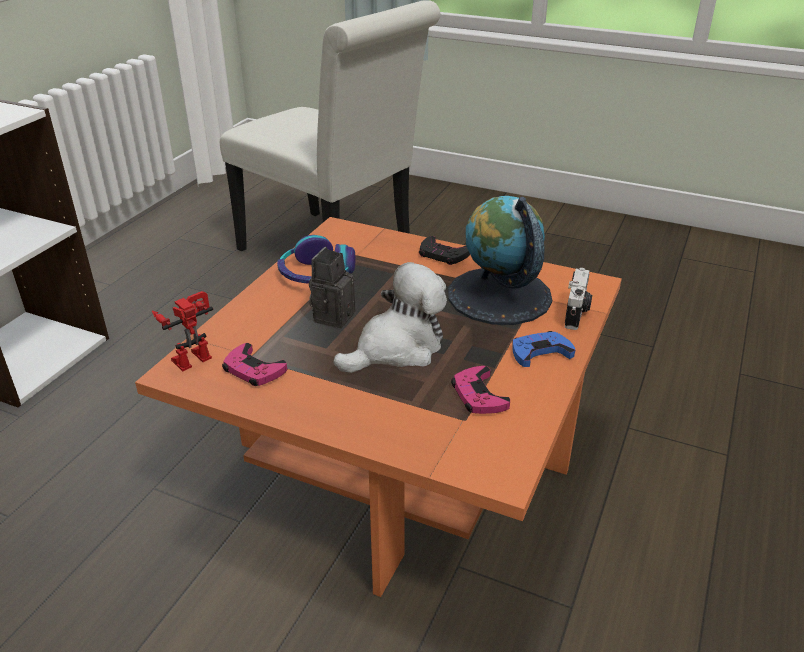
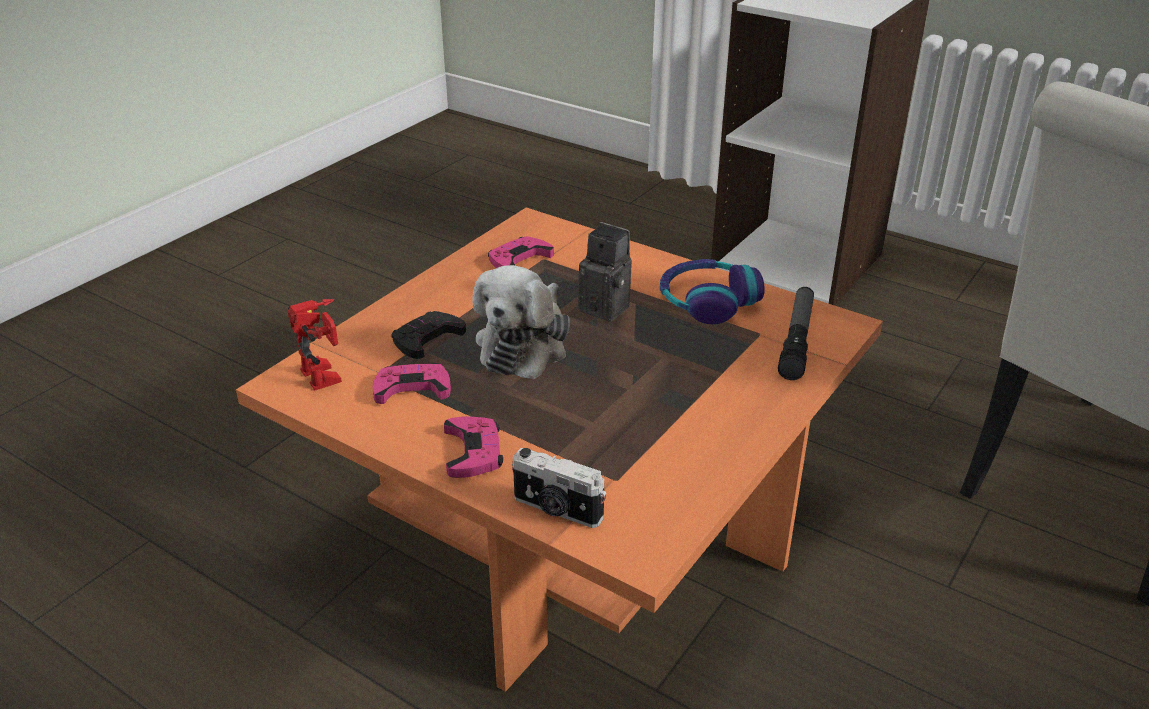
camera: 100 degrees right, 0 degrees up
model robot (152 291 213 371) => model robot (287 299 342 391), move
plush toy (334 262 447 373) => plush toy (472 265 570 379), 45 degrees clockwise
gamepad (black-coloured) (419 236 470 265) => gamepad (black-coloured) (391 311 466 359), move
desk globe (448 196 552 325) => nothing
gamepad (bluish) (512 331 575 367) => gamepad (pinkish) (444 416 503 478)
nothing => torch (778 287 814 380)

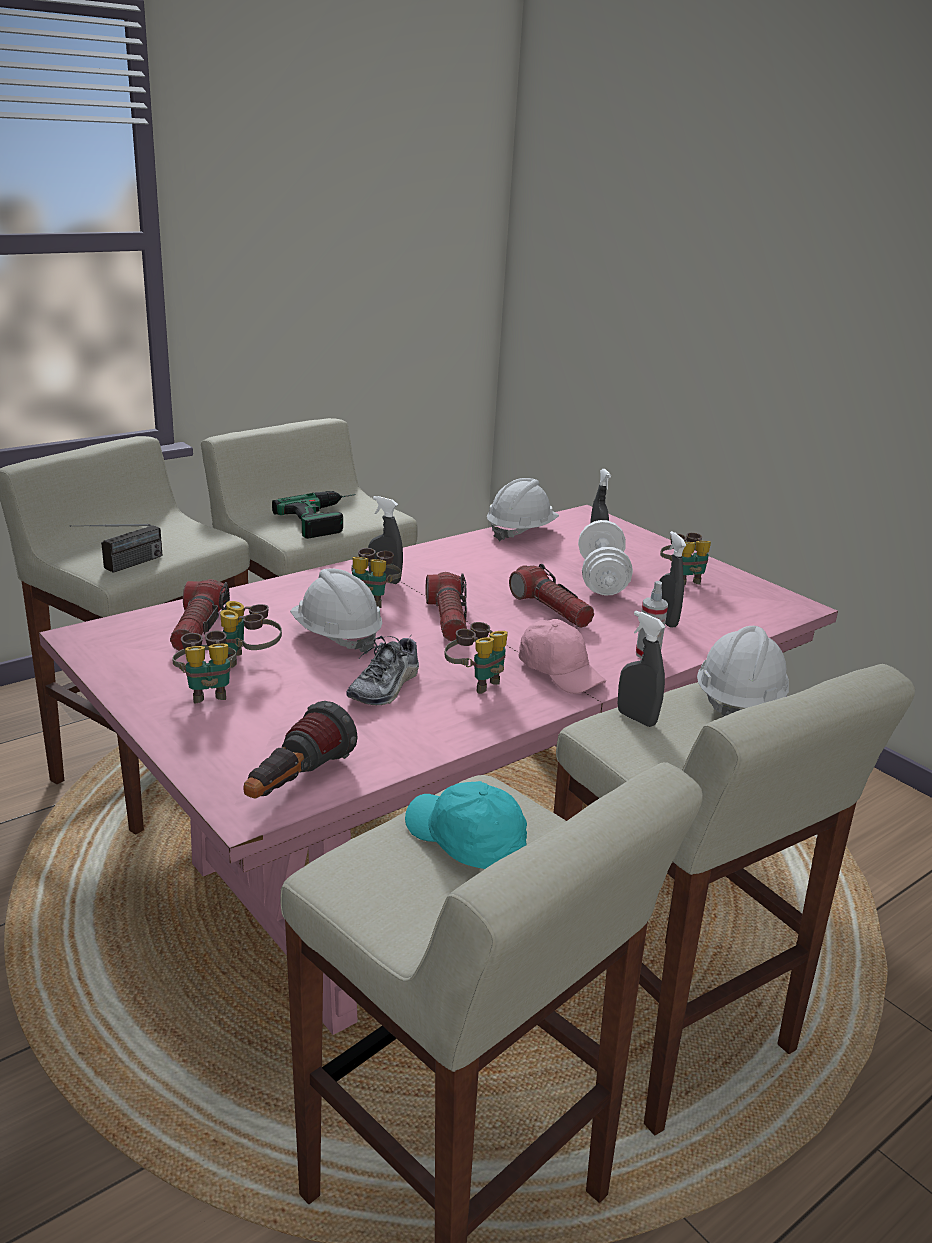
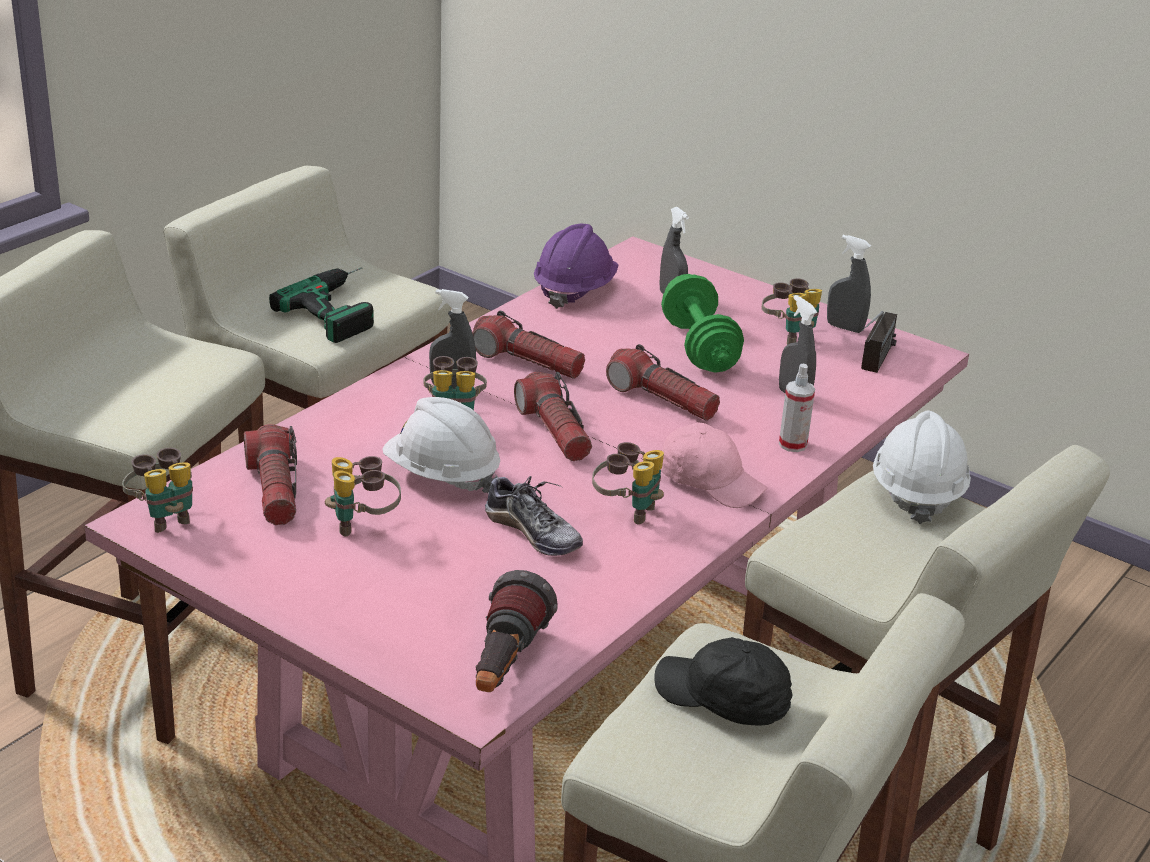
camera: 15 degrees left, 5 degrees up
radio (70 524 163 573) => radio (861 311 897 373), move
binoculars (172 631 237 704) => binoculars (122 448 193 533), move
low shoe (346 636 419 705) => low shoe (485 473 583 556), 60 degrees counterclockwise
baseball cap (blue-green) (405 781 527 869) => baseball cap (black-coloured) (655 637 793 725)
hard hat (white) (487 478 559 541) => hard hat (purplish) (534 224 618 309)
free weight (white) (578 520 633 595) => free weight (green) (661 274 744 373)
spray bottle (greyish) (618 610 666 727) => spray bottle (greyish) (827 235 871 333), move
nothing => torch (472 311 585 379)

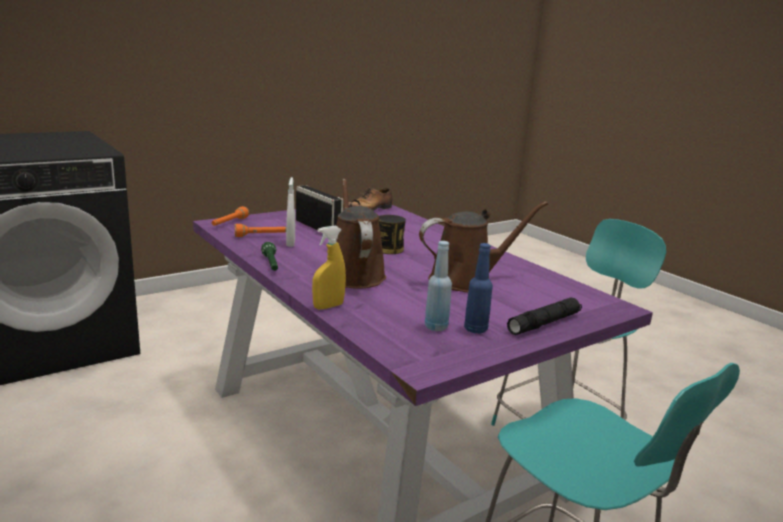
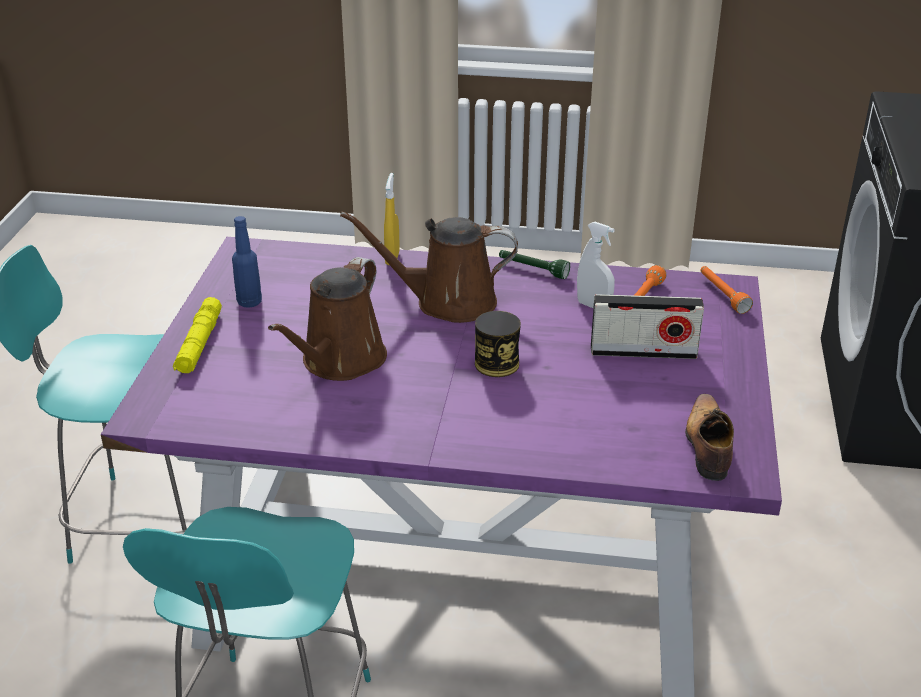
camera: 135 degrees right, 15 degrees up
sprinkling can (brownish) (336 179 386 289) => sprinkling can (brownish) (340 211 518 323), 150 degrees clockwise
drink bottle (bluish) (425 241 452 331) => nothing
torch (black-coloured) (507 297 582 335) => torch (yellow) (173 297 222 373)

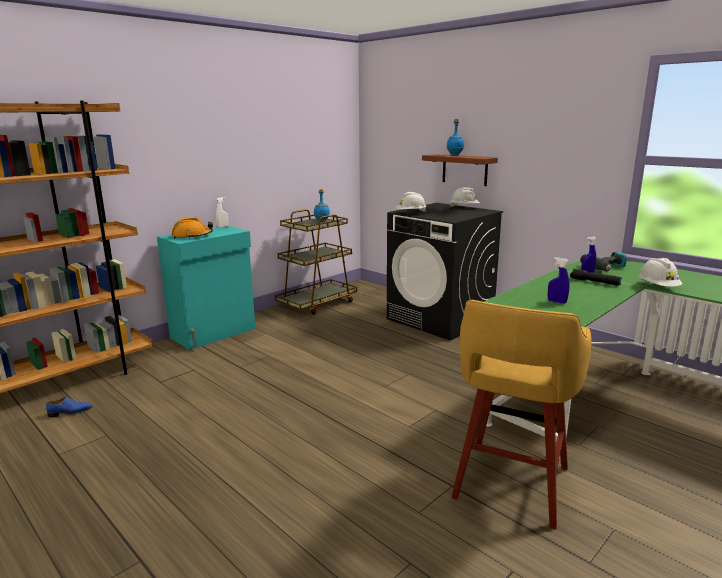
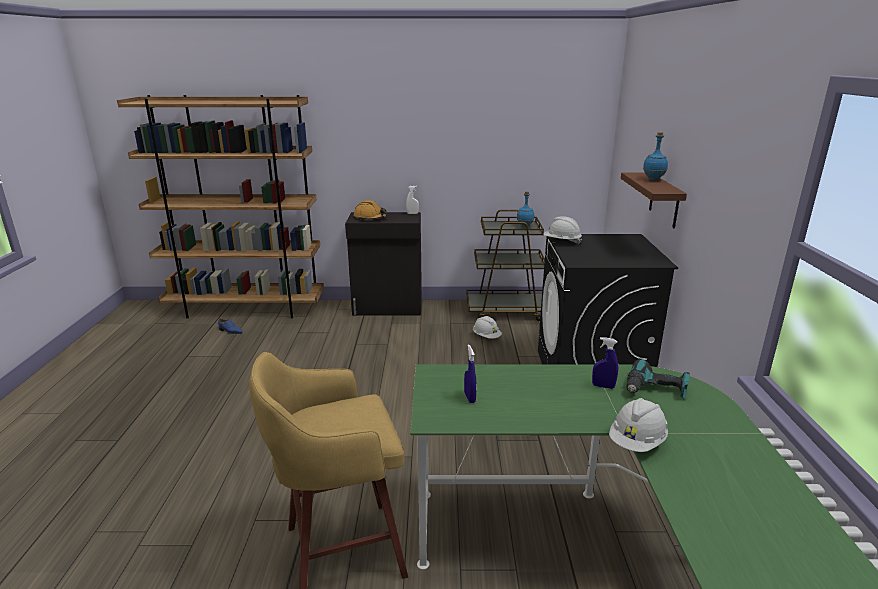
camera: 45 degrees right, 5 degrees up
cupboard (blue-green) (157 226 255 350) => cupboard (black-coloured) (345 212 422 316)
hard hat (white) (449 187 480 208) => hard hat (white) (473 316 502 339), move
torch (black-coloured) (570 269 622 286) => nothing

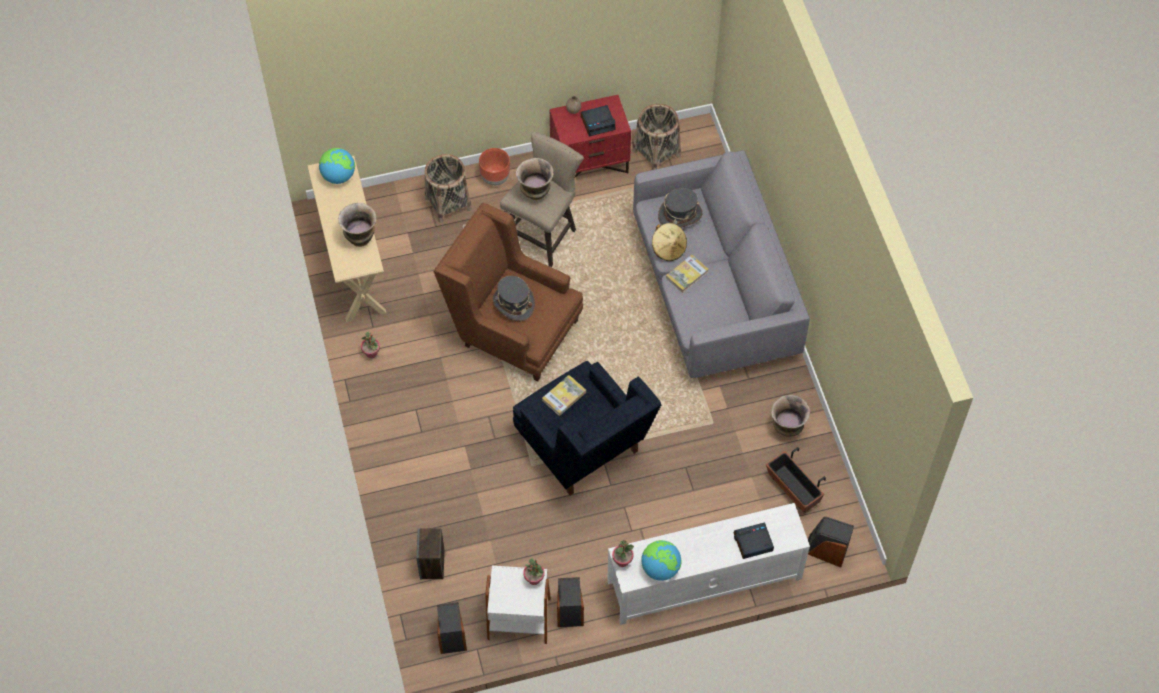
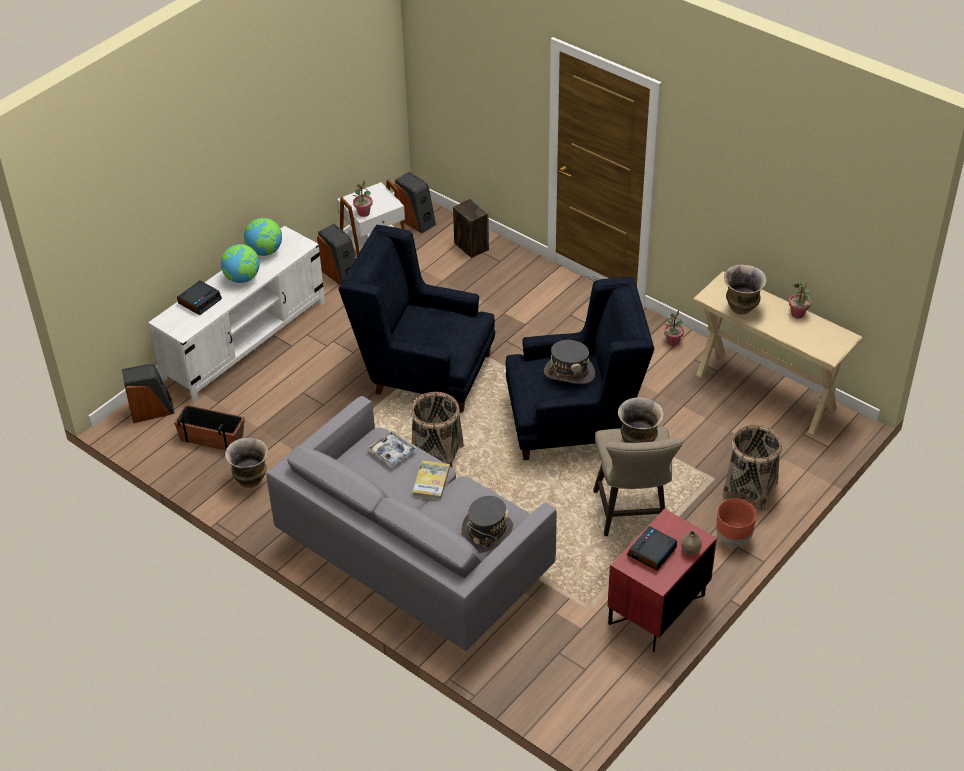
camera: 145 degrees right, 15 degrees down
desk globe (319 148 355 184) => desk globe (221 244 260 283), move
armchair (brownish) (434 203 583 381) => armchair (bluish) (506 277 654 460)
book (542 375 586 416) => nothing
plant in a pot (612 540 634 567) => plant in a pot (789 282 811 319), move
basket (632 104 681 170) => basket (411 392 464 467), move
hat (sand-coloured) (652 223 687 261) => nothing
nothing => carrying tray (367 431 418 467)

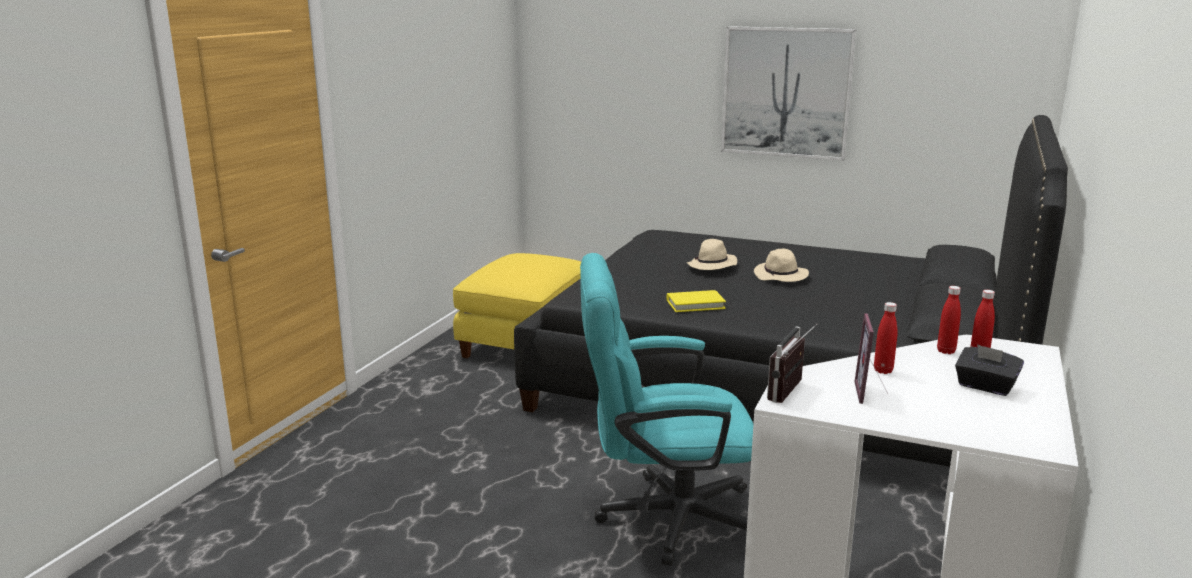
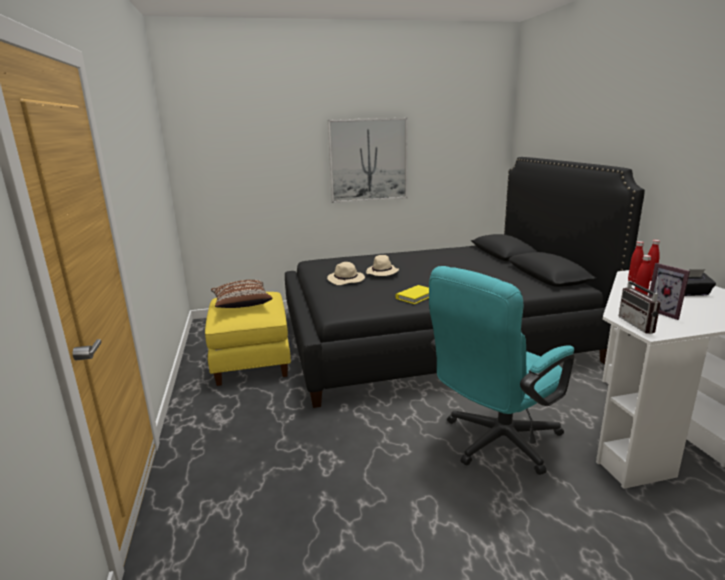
camera: 35 degrees left, 0 degrees up
hat (sand-coloured) (754 249 809 282) => hat (sand-coloured) (327 262 365 285), move
nothing => throw pillow (brownish) (211 280 273 308)

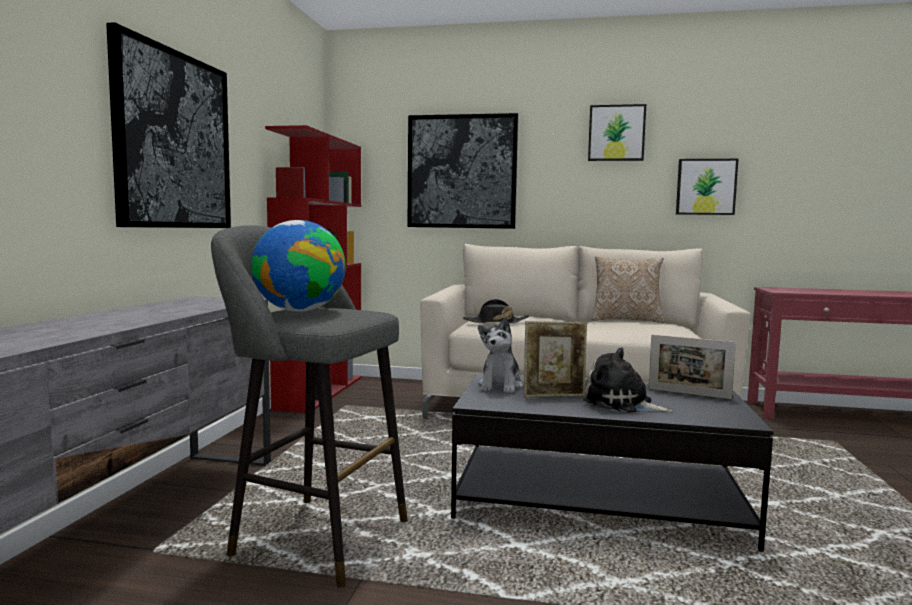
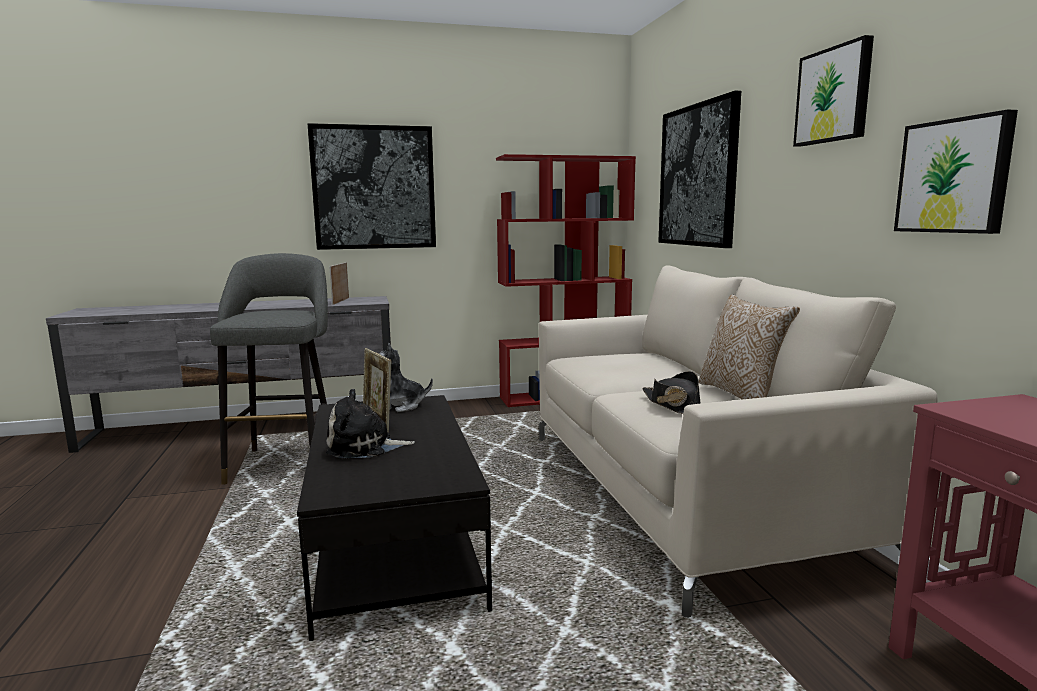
camera: 65 degrees right, 5 degrees up
desk globe (251 220 346 312) => nothing
hat (black-coloured) (463 299 529 323) => hat (black-coloured) (643 371 701 414), move
plush toy (583 348 672 413) => plush toy (326 389 415 458), 105 degrees counterclockwise
photo frame (648 335 736 399) => photo frame (329 262 349 305), move

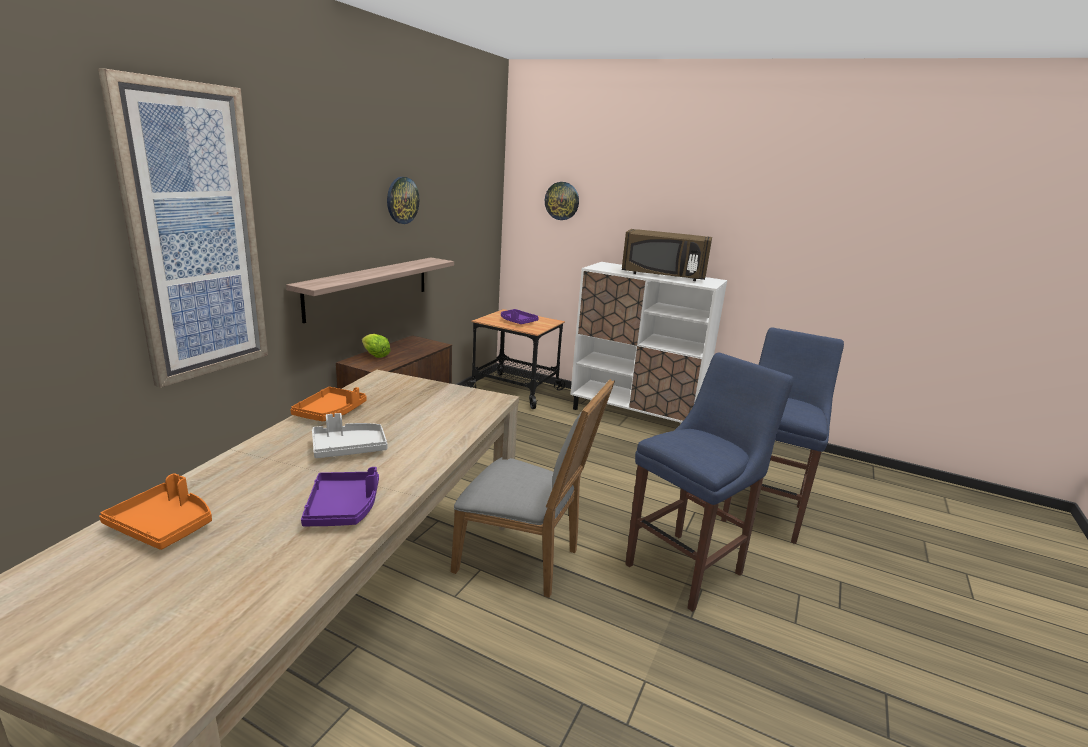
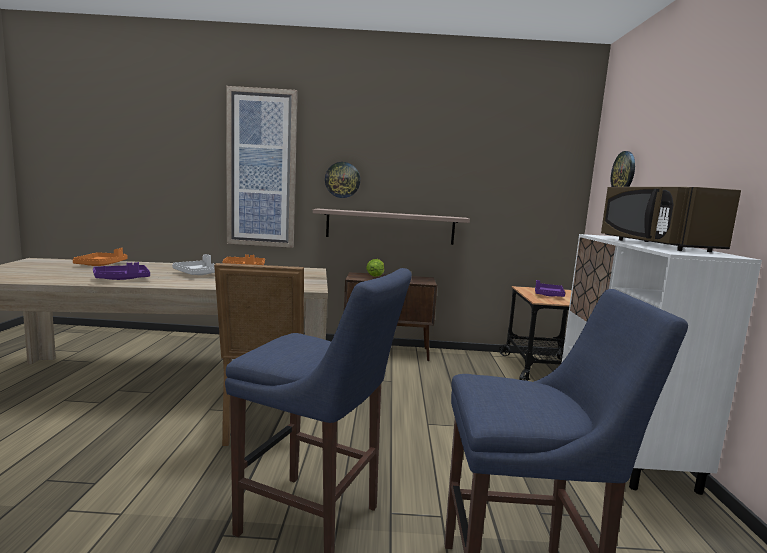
camera: 65 degrees right, 10 degrees down
hanging clock (387 177 419 224) => hanging clock (325 162 360 198), move

